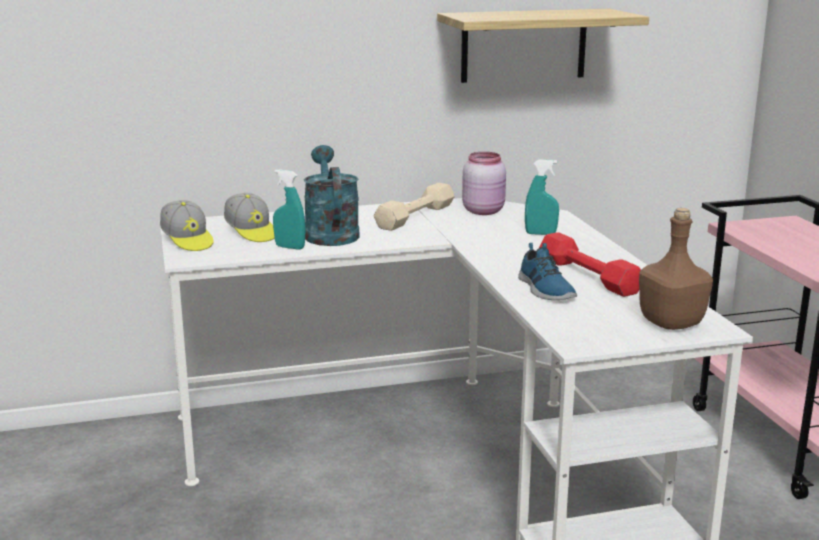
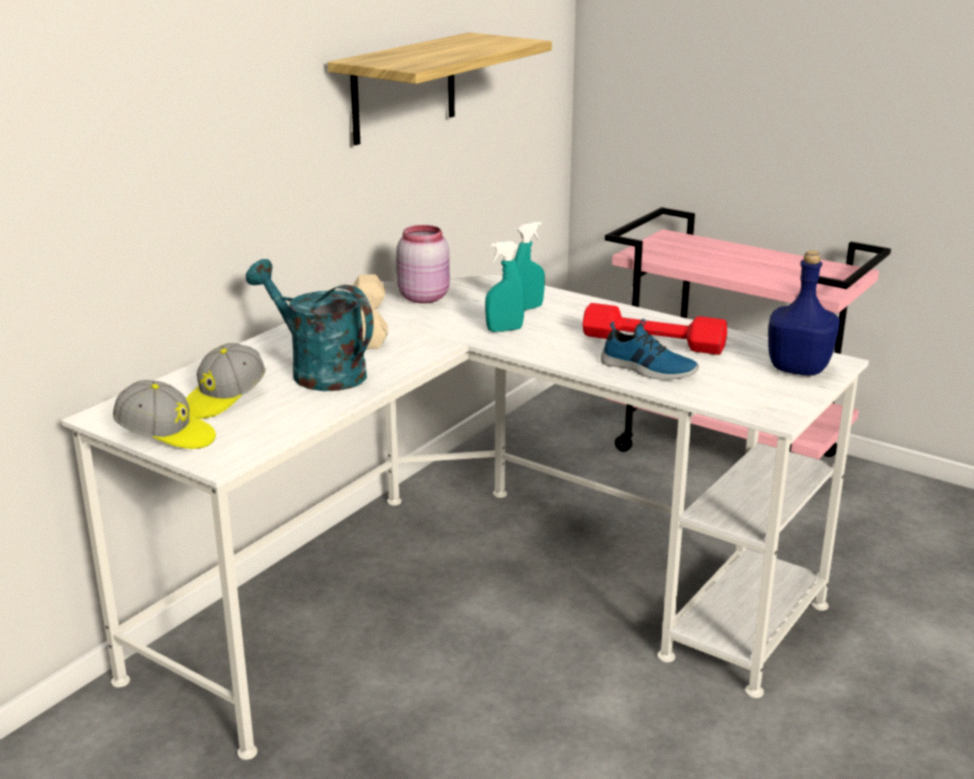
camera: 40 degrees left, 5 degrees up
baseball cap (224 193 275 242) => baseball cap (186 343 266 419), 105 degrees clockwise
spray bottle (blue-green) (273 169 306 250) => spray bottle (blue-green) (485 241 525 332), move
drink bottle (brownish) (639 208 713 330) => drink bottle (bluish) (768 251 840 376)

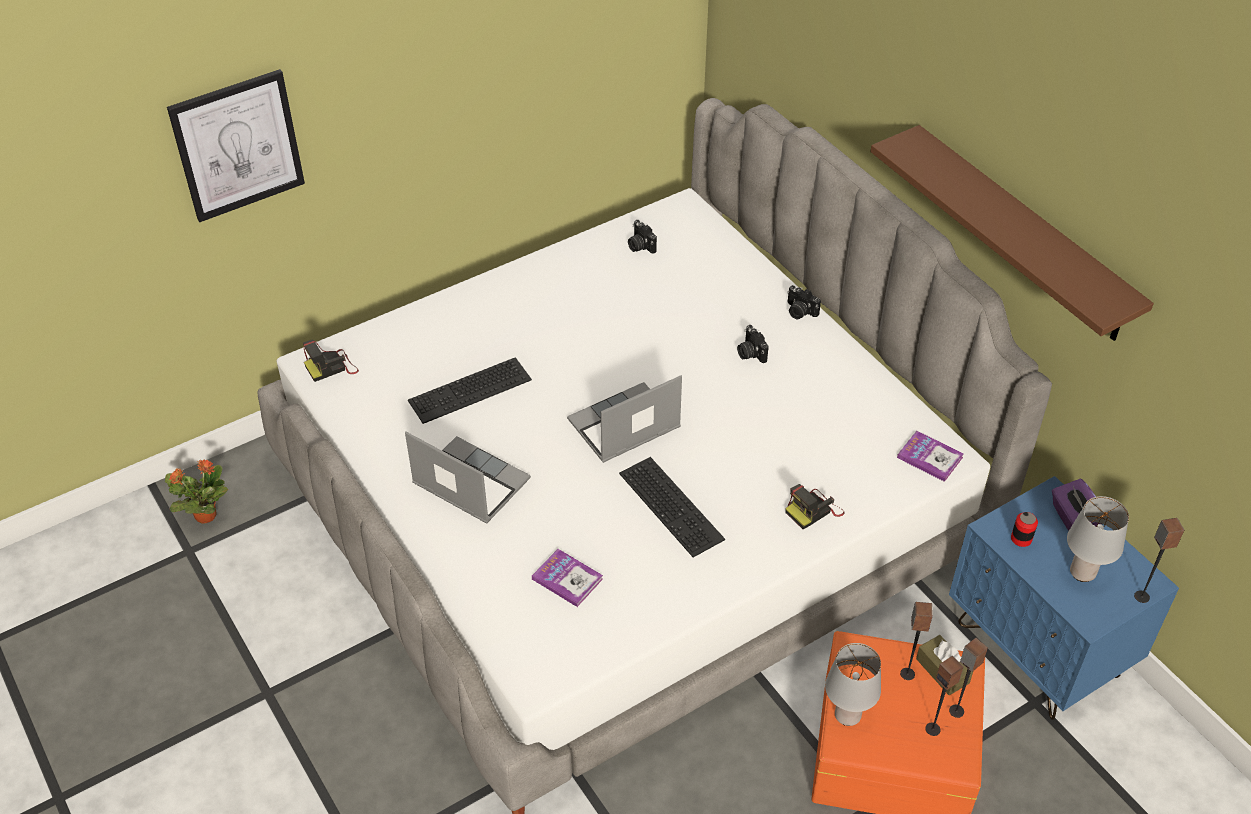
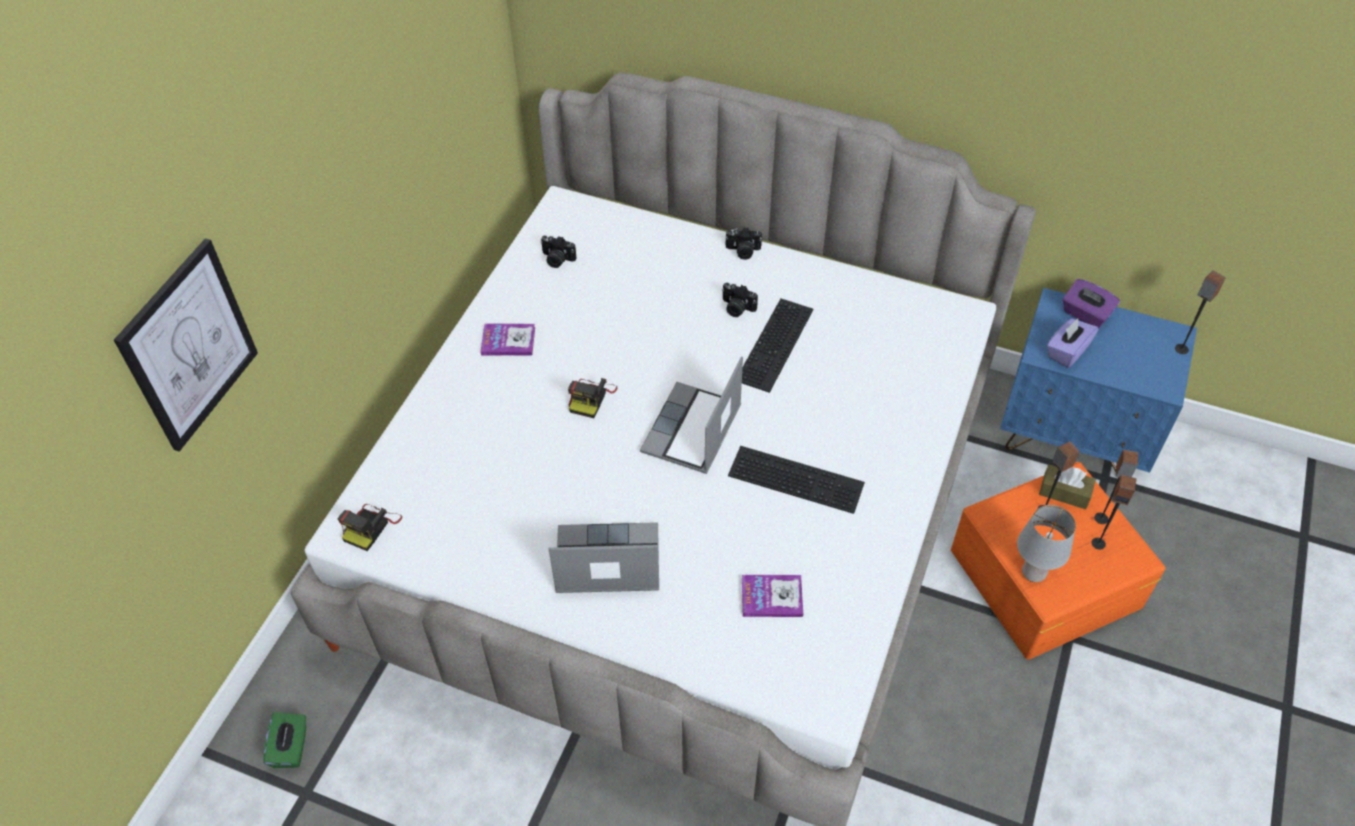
camera: 35 degrees left, 5 degrees up
plant in a pot (165 459 228 524) => box of tissues (green) (263 712 306 768)
computer keyboard (408 357 532 424) => computer keyboard (742 299 813 393), move
photo camera (785 484 844 529) => photo camera (568 378 617 418), move
shelf (brownish) (870 125 1154 341) => nothing
book (897 431 964 482) => book (480 324 535 356), move
sealed can (1011 512 1038 547) => box of tissues (purplish) (1047 318 1098 368)
tabletop lamp (greyish) (1067 496 1129 582) => nothing

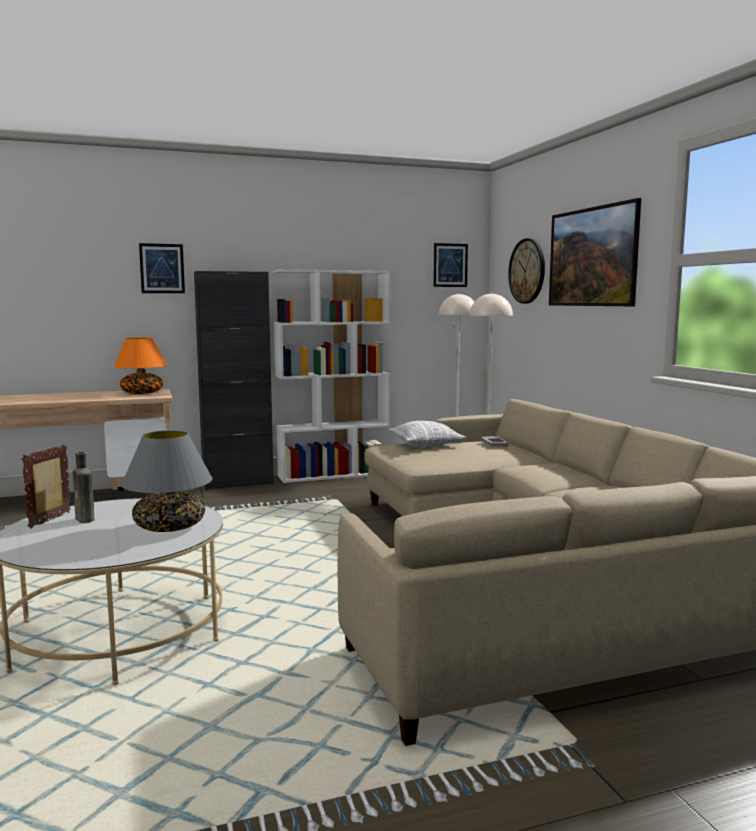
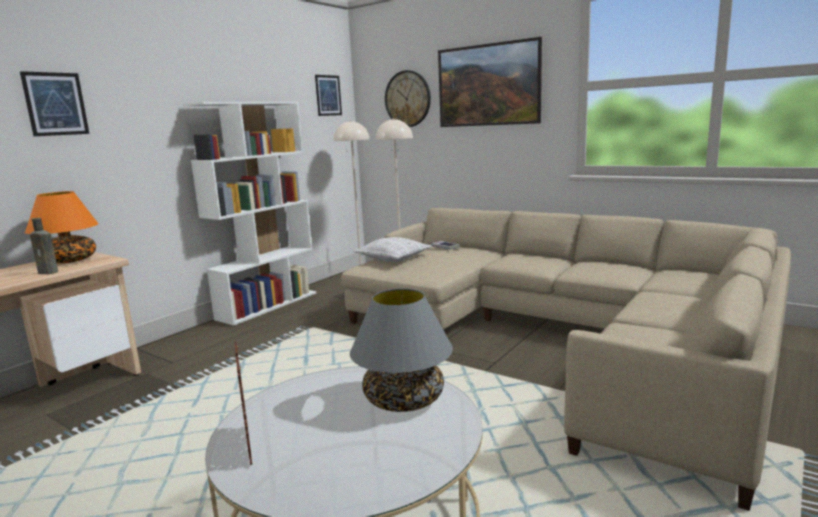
camera: 35 degrees left, 5 degrees up
drink bottle (brownish) (73 452 94 523) => drink bottle (brownish) (30 218 58 274), move
cupboard (black-coloured) (194 271 274 490) => nothing

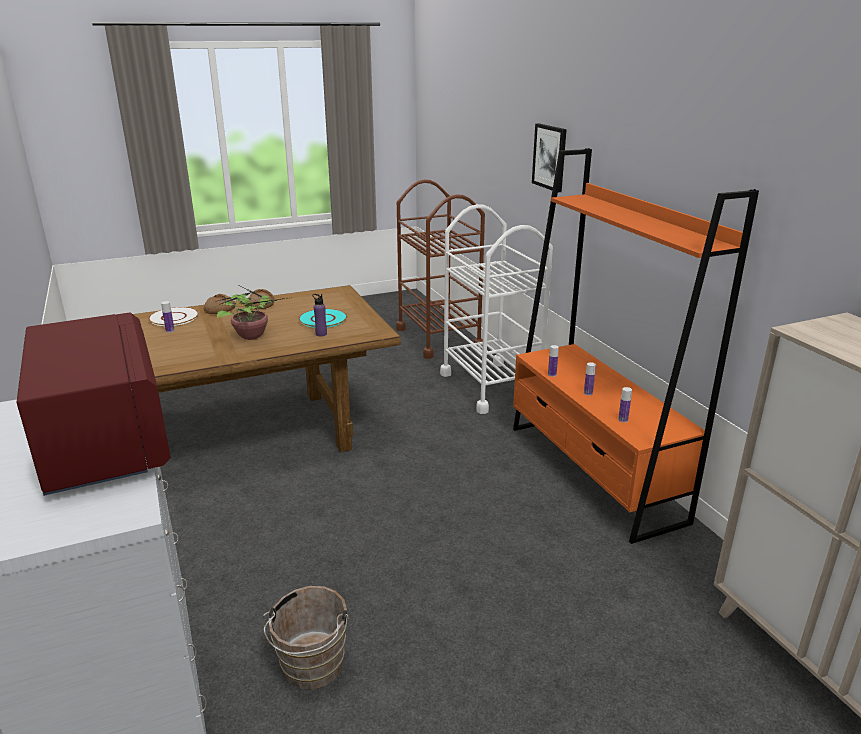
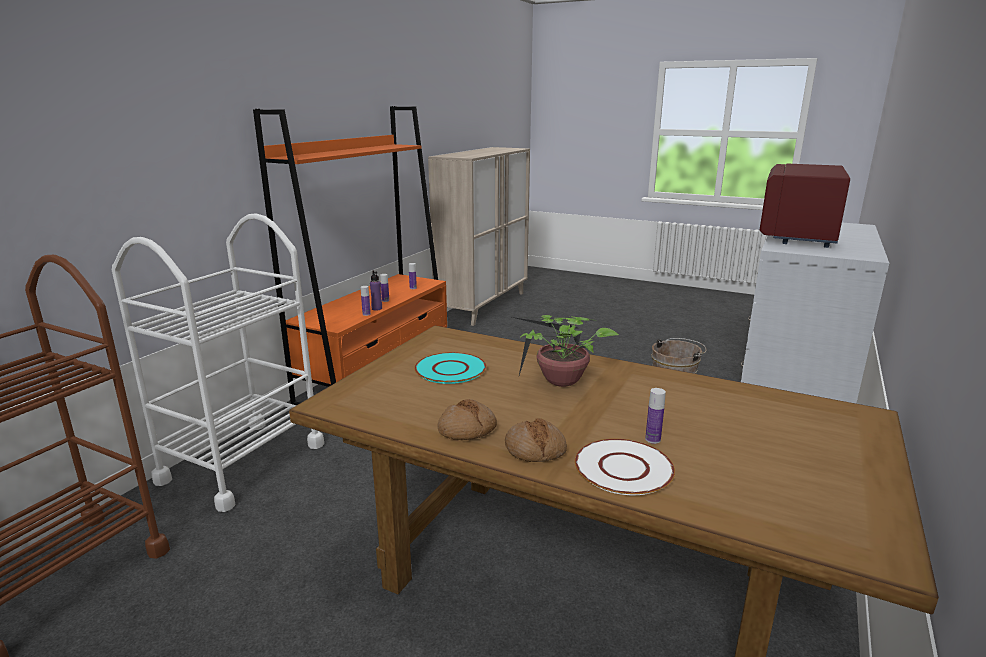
camera: 130 degrees left, 5 degrees down
drink bottle (purplish) (312 294 327 336) => drink bottle (purplish) (370 271 382 310), move
wall picture (532 123 567 192) => nothing

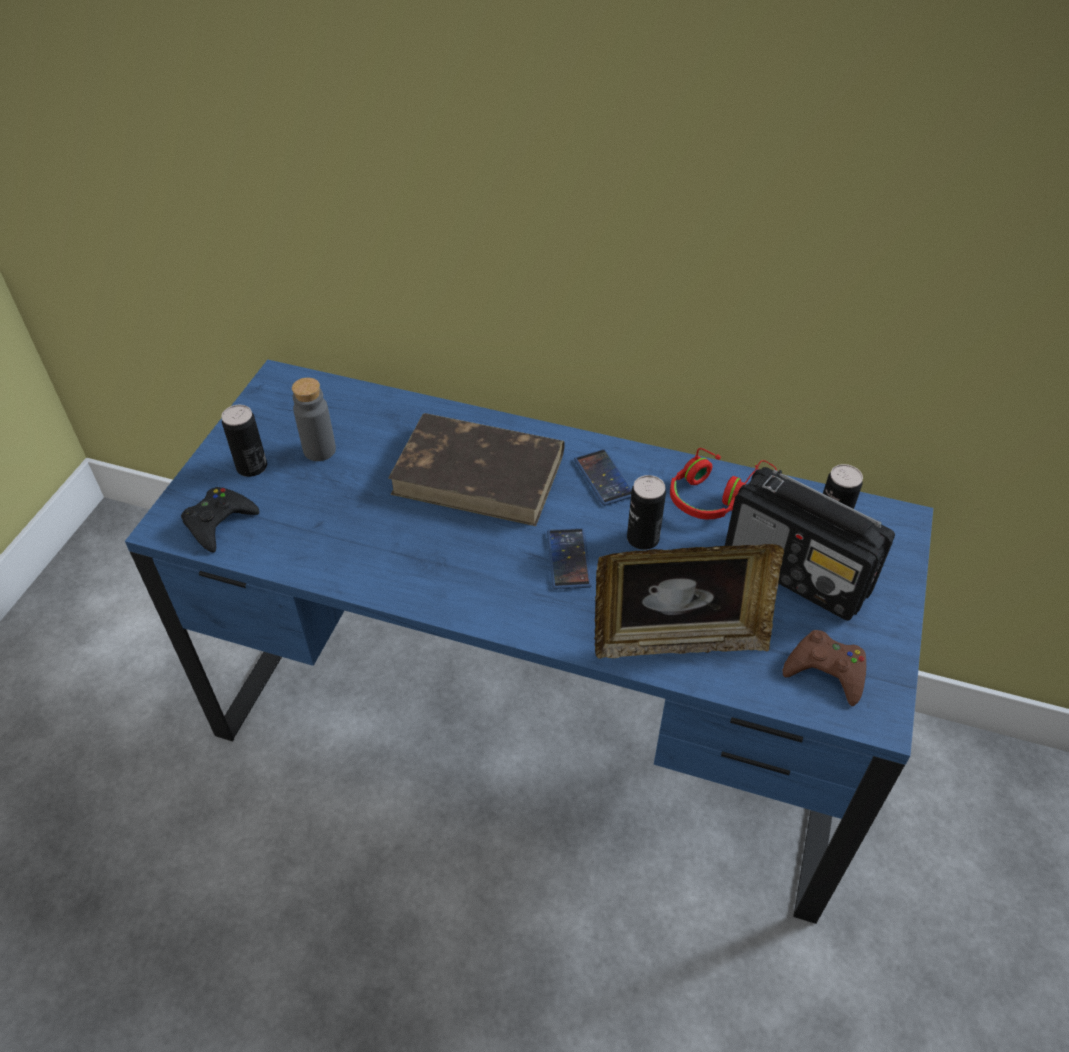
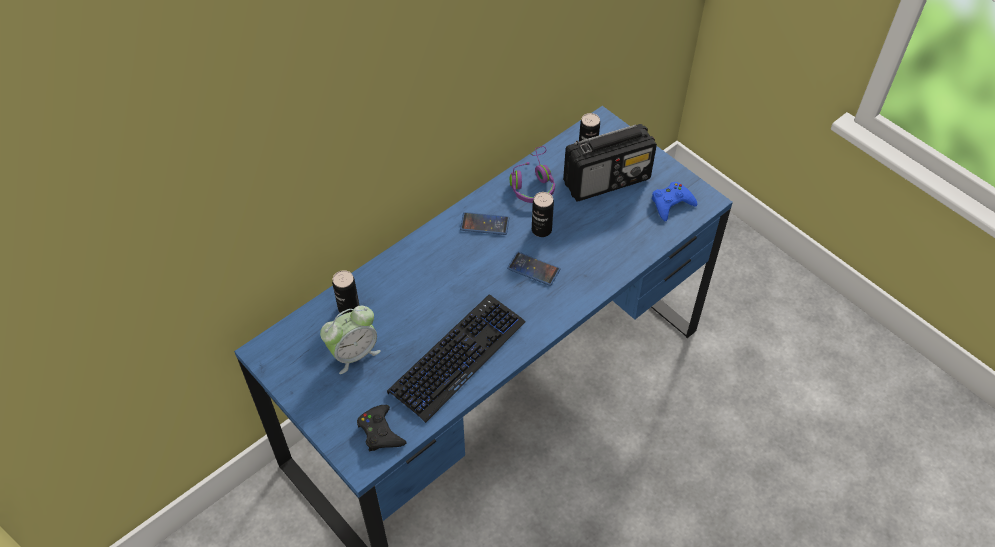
camera: 60 degrees left, 5 degrees up
sealed can (221 405 267 477) => sealed can (332 270 360 315), move
drink bottle (greyish) (292 378 336 461) => table clock (320 306 381 374)
book (brownish) (388 413 565 526) => nothing
photo frame (594 544 784 659) => nothing
pair of headphones (red-coloured) (670 448 777 519) => pair of headphones (purplish) (510 146 555 203)
gamepad (brownish) (783 630 866 706) => gamepad (bluish) (652 182 697 221)
nothing => computer keyboard (387 294 525 423)

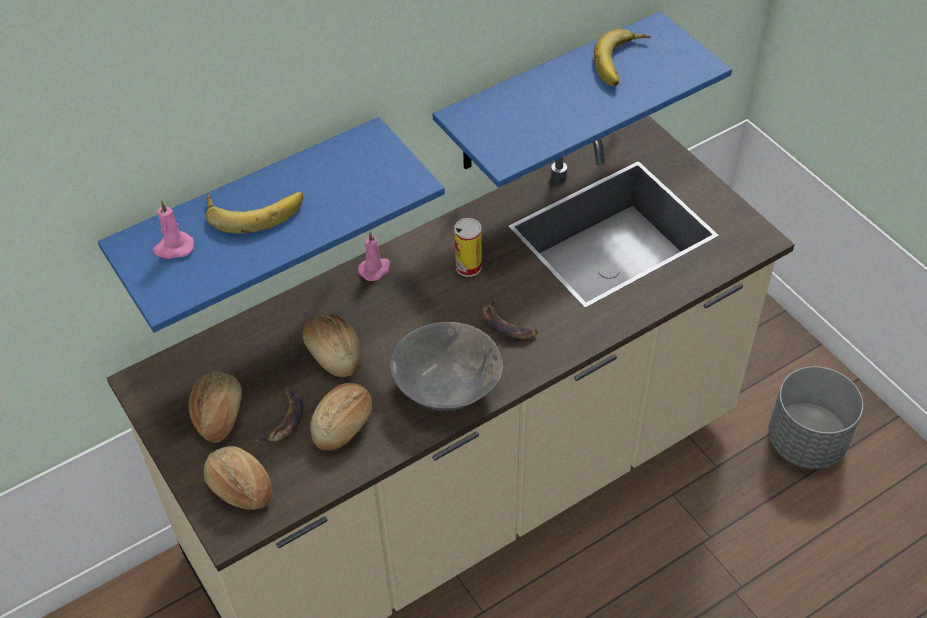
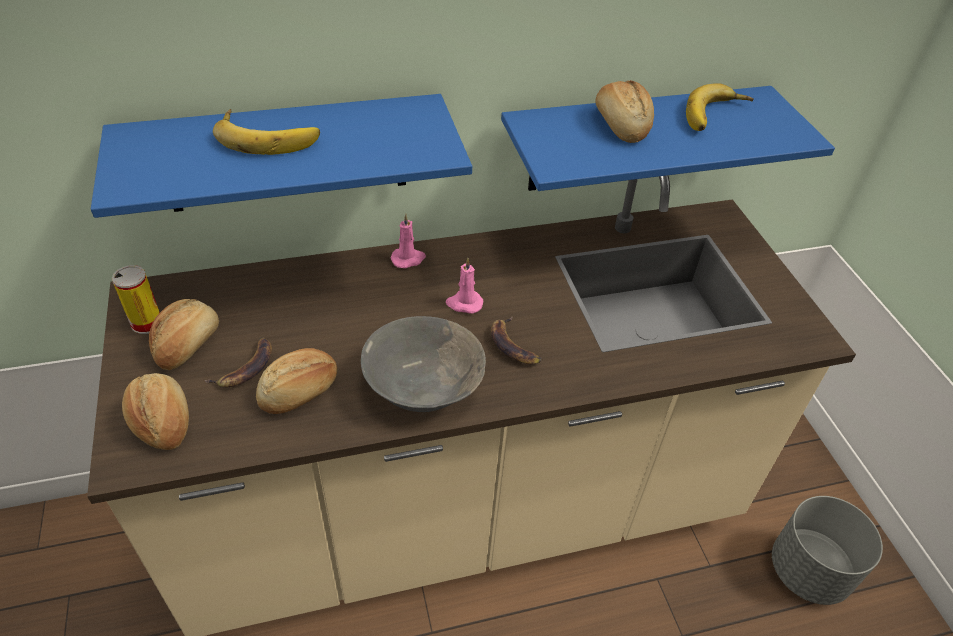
camera: 15 degrees right, 5 degrees down
wax candle (pinkish) (153 200 194 259) => wax candle (pinkish) (446 258 483 314), move
bread (302 314 361 377) => bread (595 80 654 143), move
sealed can (454 218 482 277) => sealed can (112 265 160 334), move

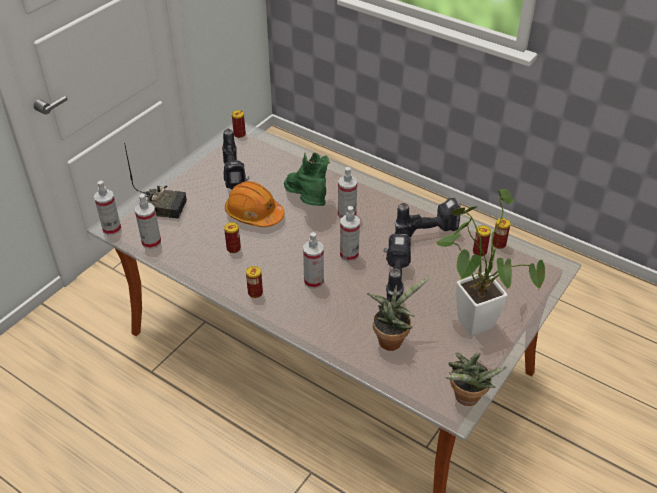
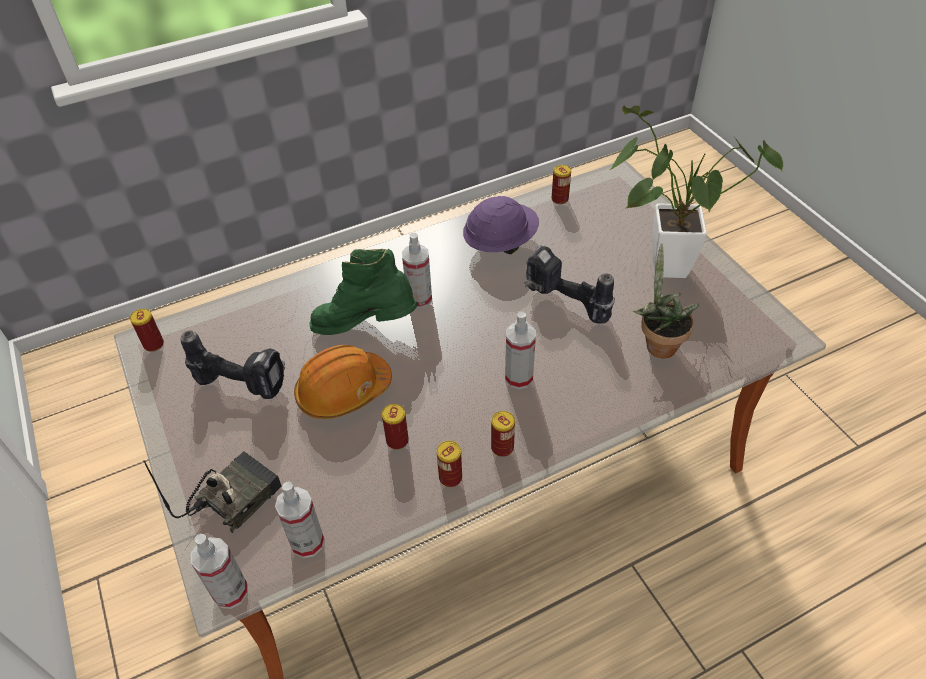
camera: 60 degrees left, 5 degrees up
spray bottle (340 206 360 262) => nothing
power drill (395 198 461 237) => hard hat (purplish) (463 196 539 254)
plant in a pot (445 352 506 406) => nothing
sealed can (473 225 491 257) => sealed can (437 441 462 487), move

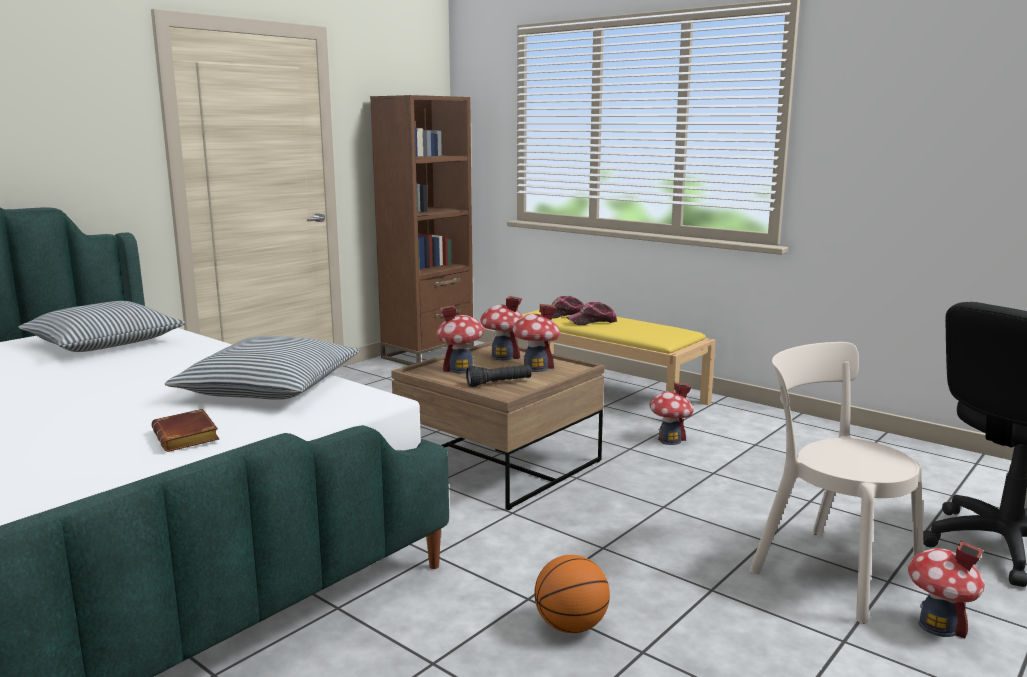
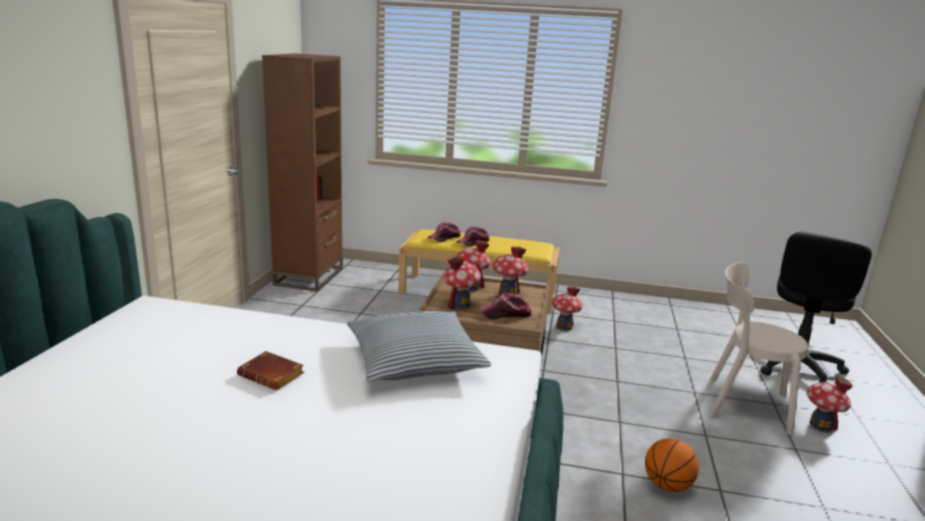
camera: 30 degrees left, 5 degrees up
throw pillow (19 301 186 352) => nothing
book (brownish) (152 409 219 452) => book (brownish) (237 351 304 391), move
torch (black-coloured) (466 365 532 387) => baseball cap (479 293 532 319)

